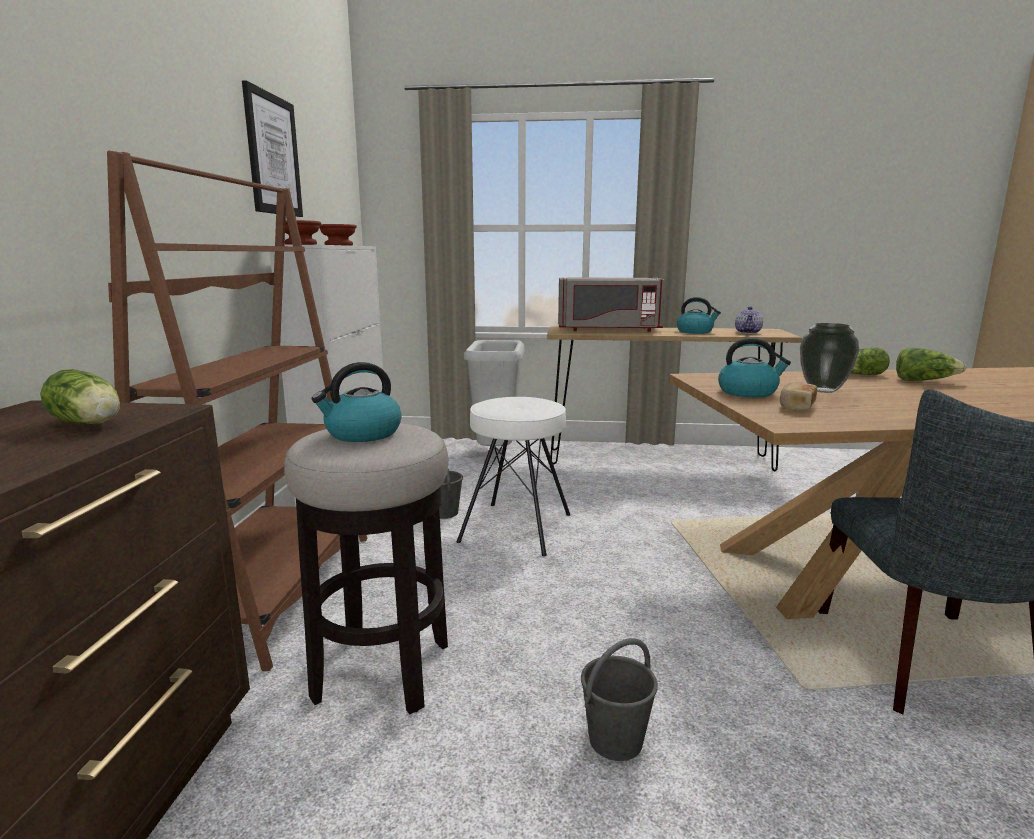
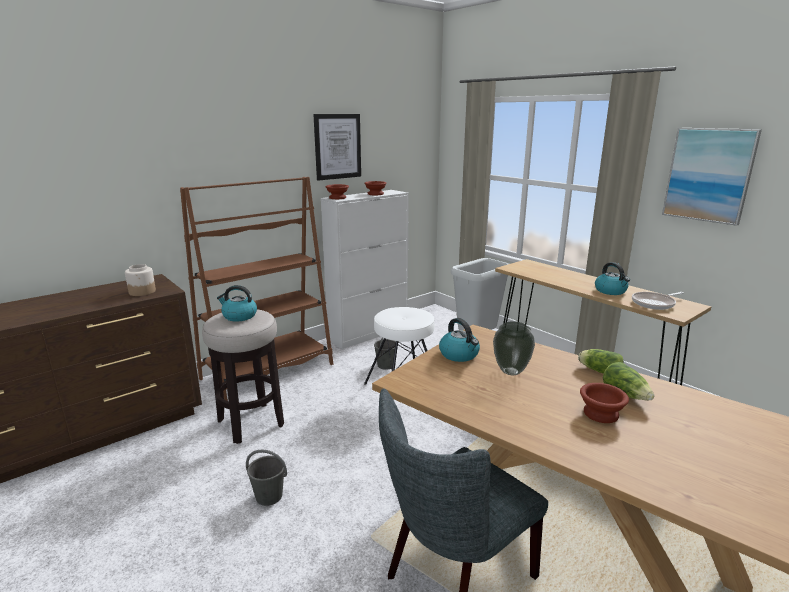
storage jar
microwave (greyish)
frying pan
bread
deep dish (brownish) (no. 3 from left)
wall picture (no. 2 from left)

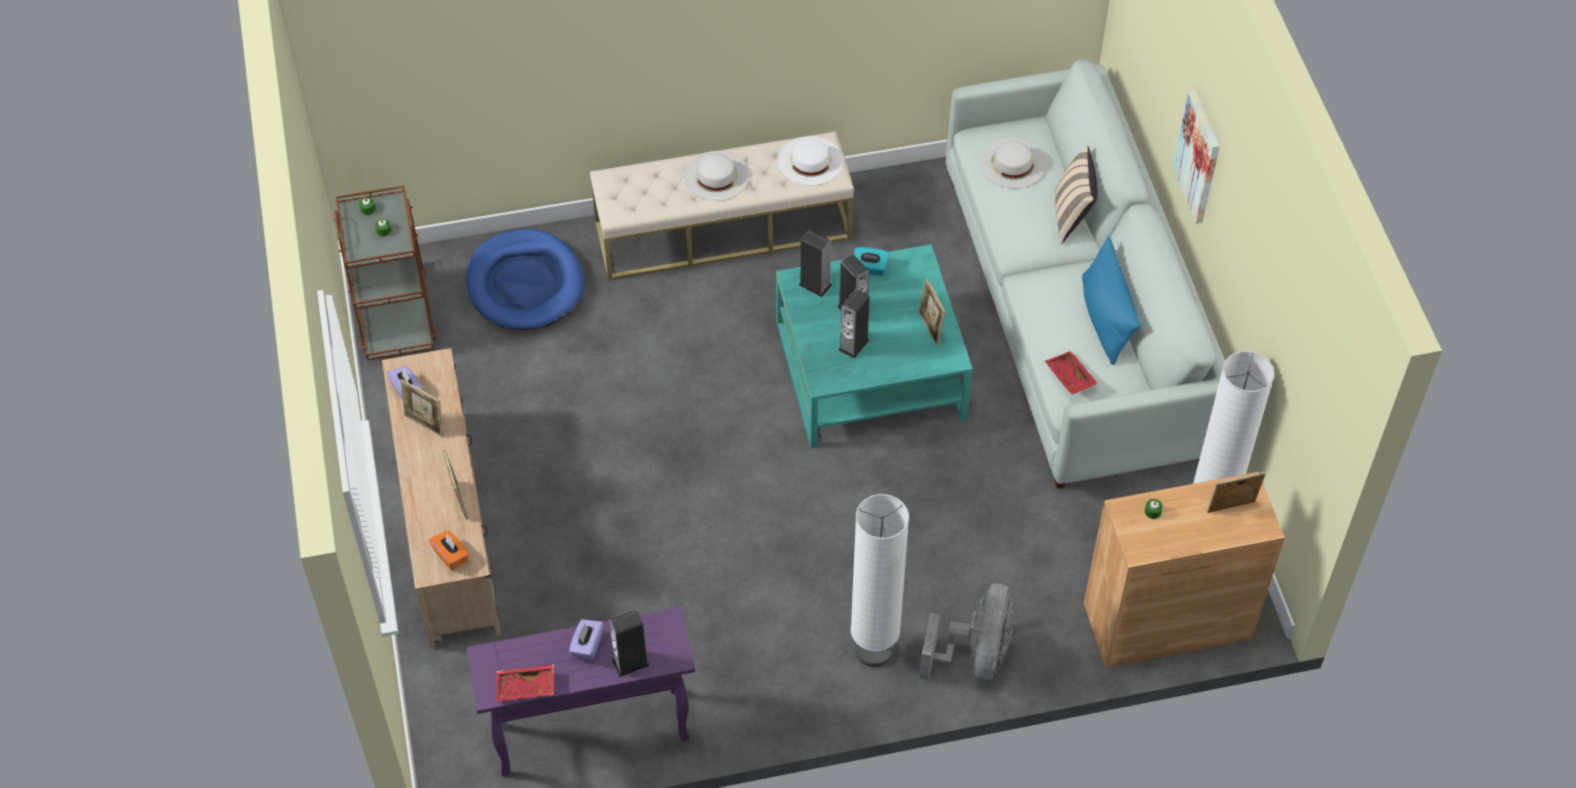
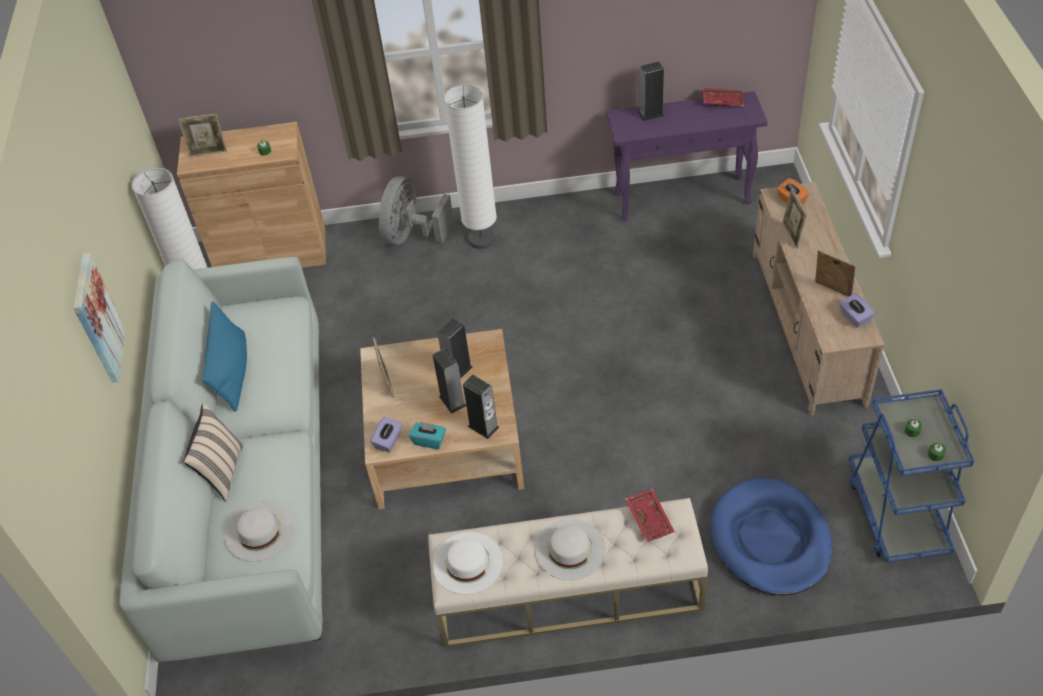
cart (blue)
box of tissues (purple) (no. 1 from left)
low table (beige-coloured)
carrying tray (red-coloured) (no. 1 from left)

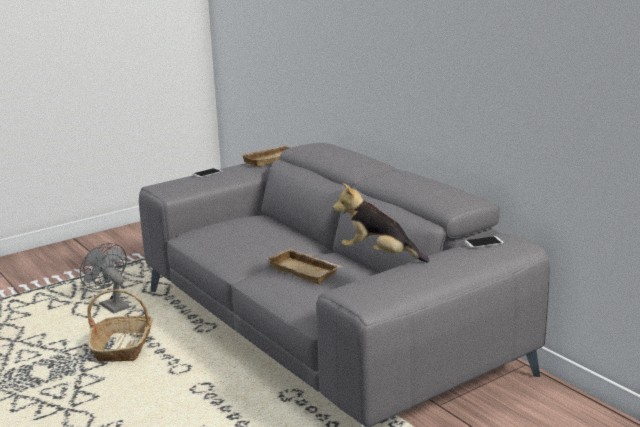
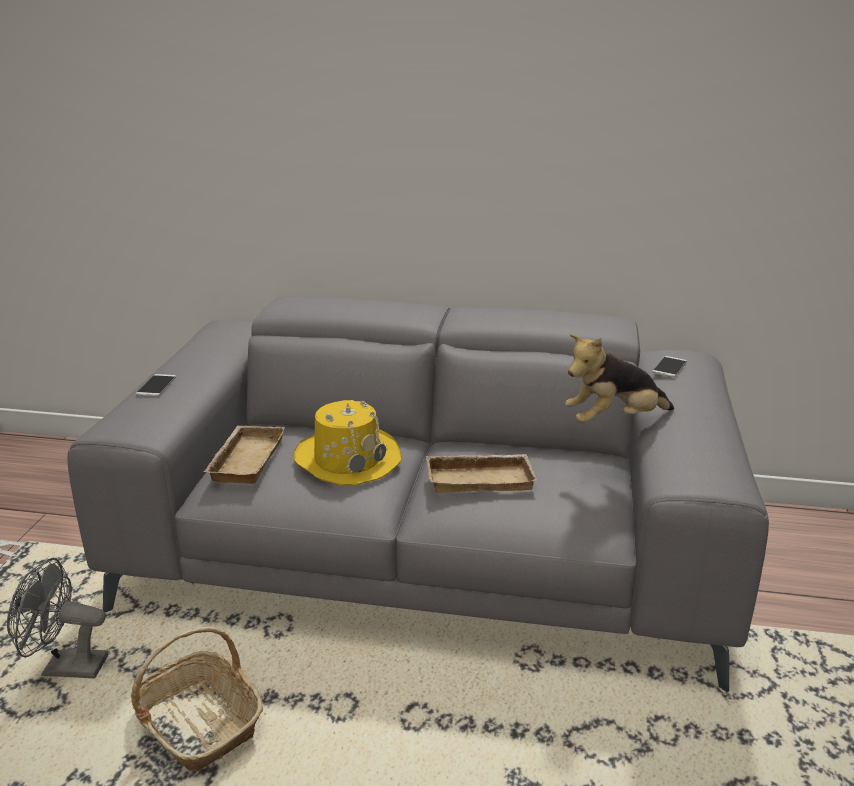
carrying tray (beige-coloured) (no. 1 from left)
hat (yellowish)

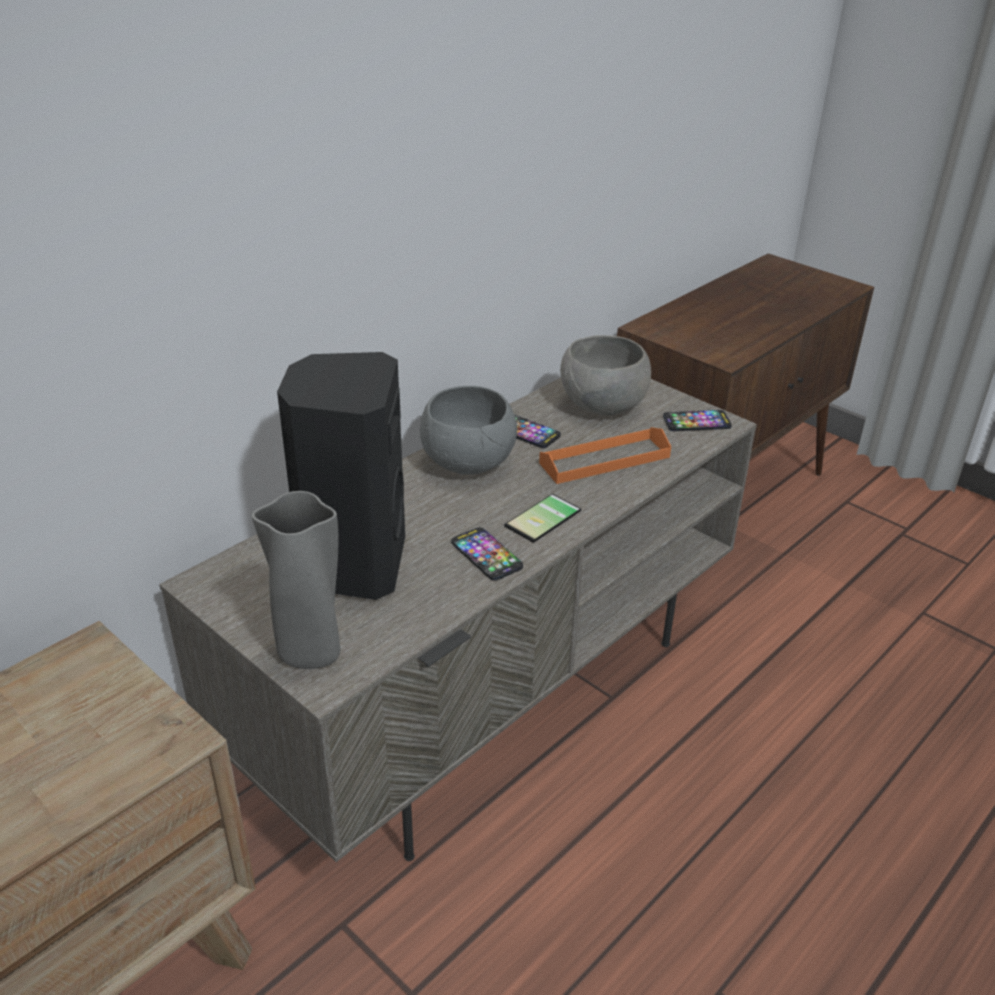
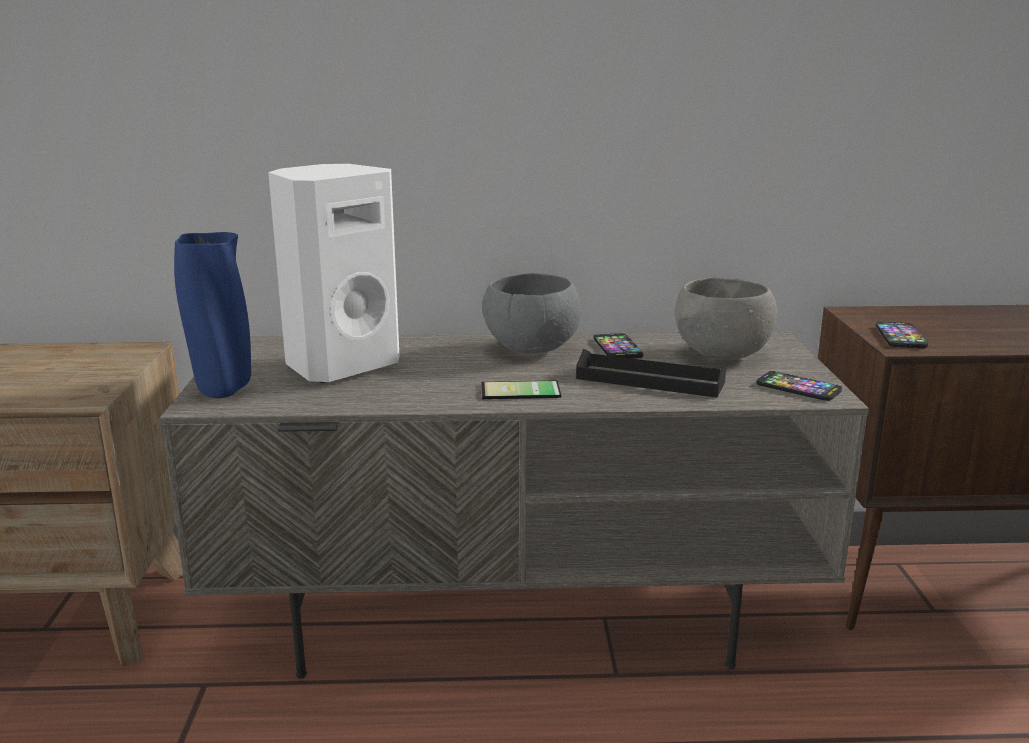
decorative vase (blue)
audio speaker (whitish)
telephone (no. 4 from left)
carrying tray (black-coloured)

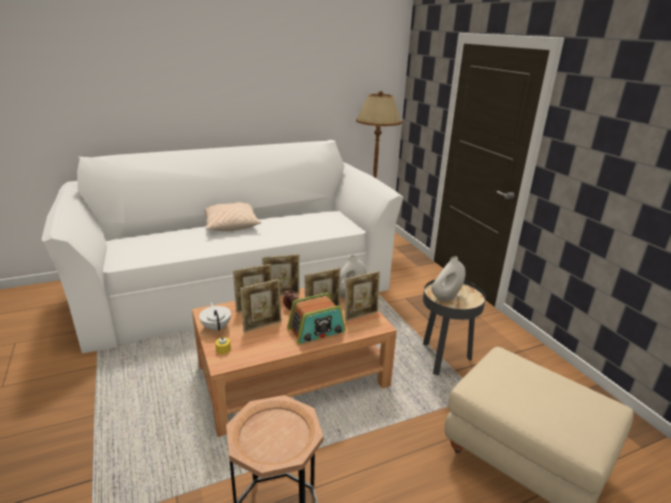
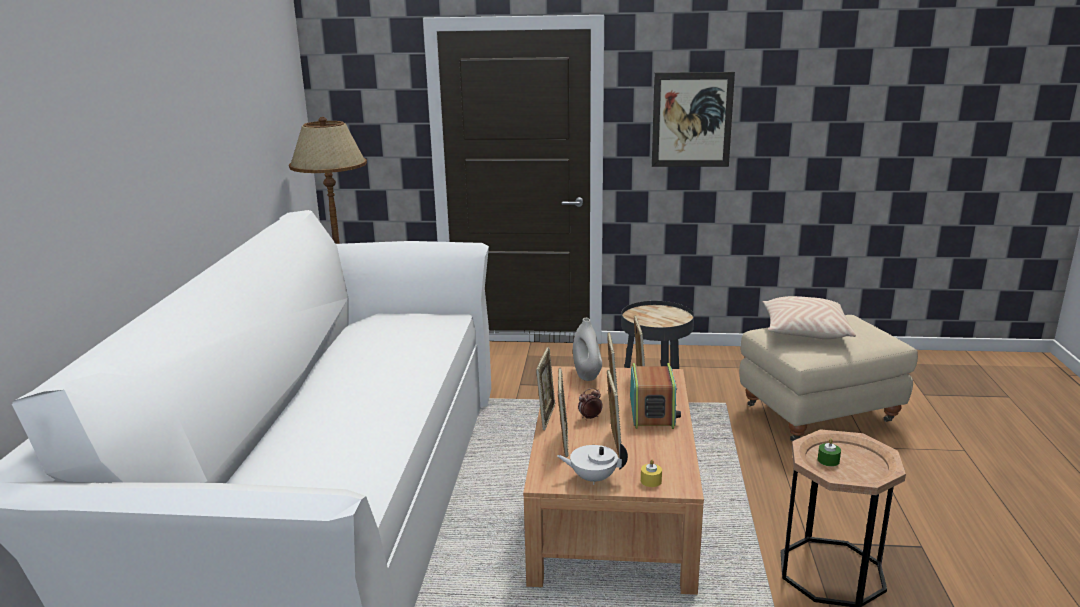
cushion (beige-coloured)
decorative vase (whitish) (no. 2 from left in the first image)
wall picture
wax light (green)

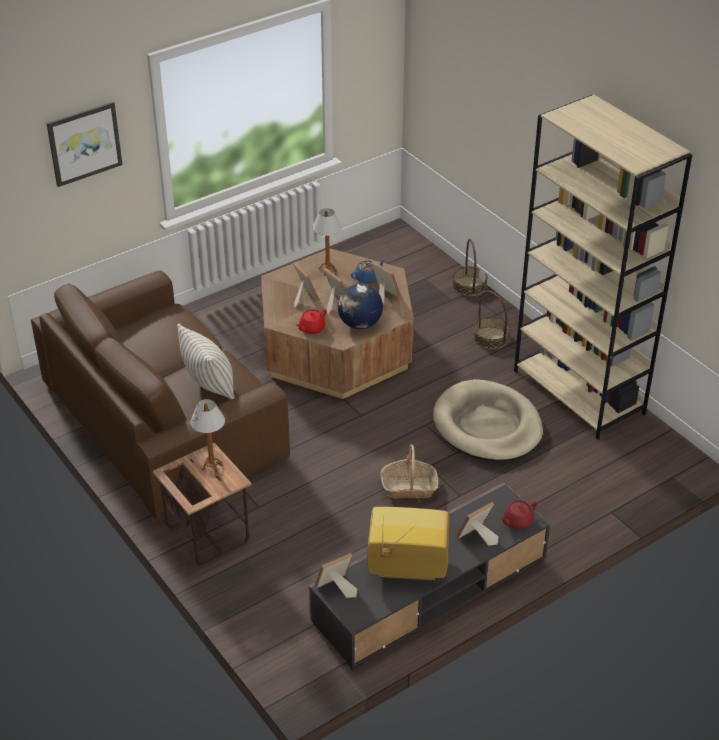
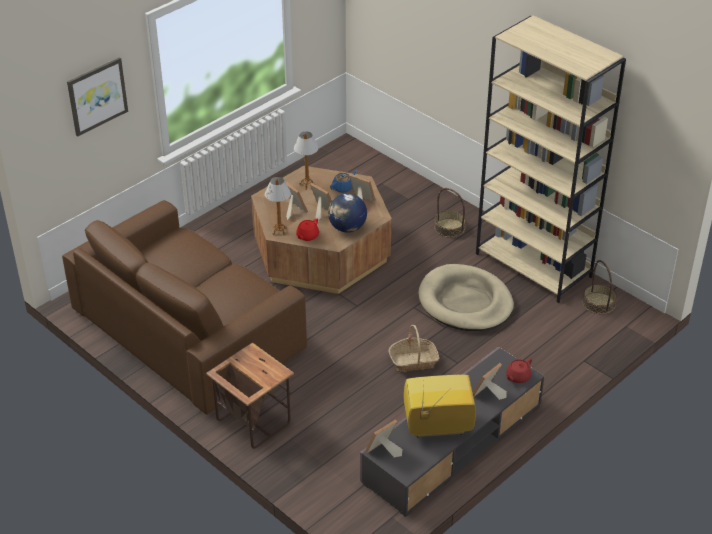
cushion
lamp for a table (no. 1 from left)
basket (no. 3 from left)

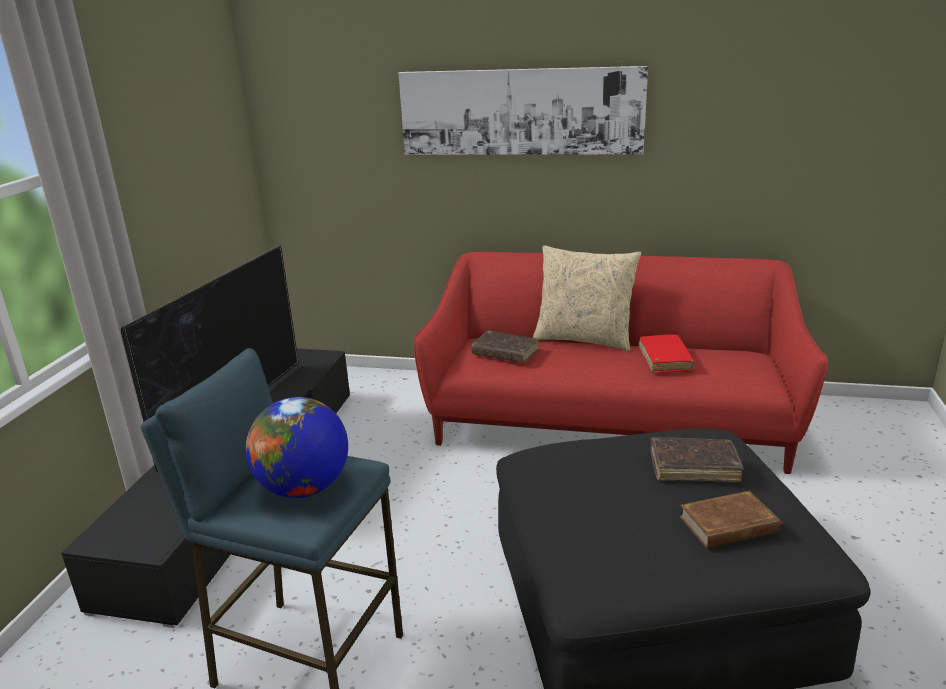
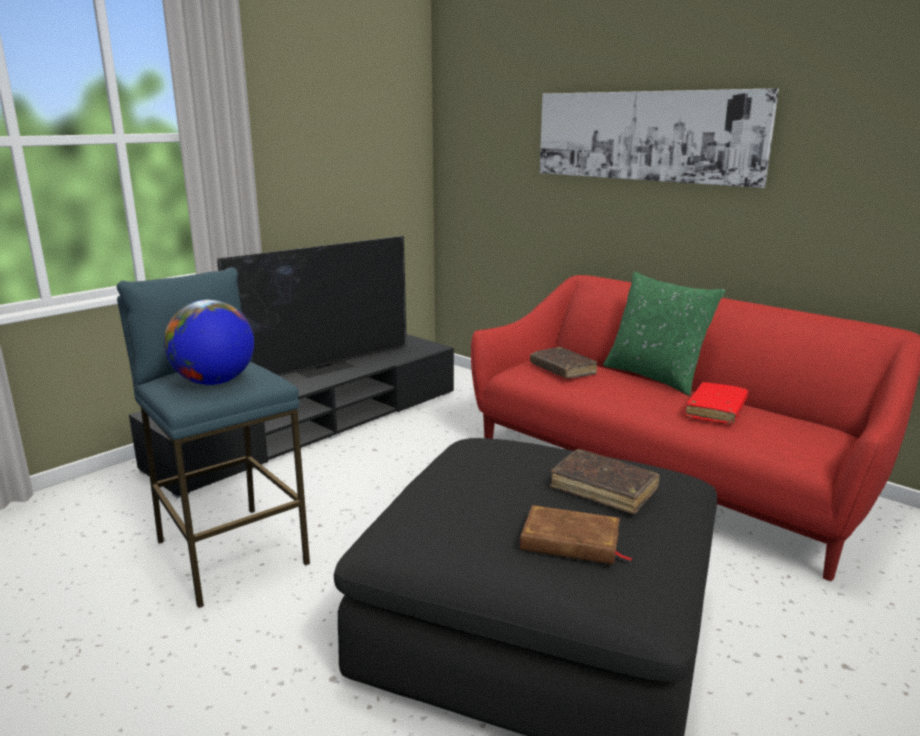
cushion (green)

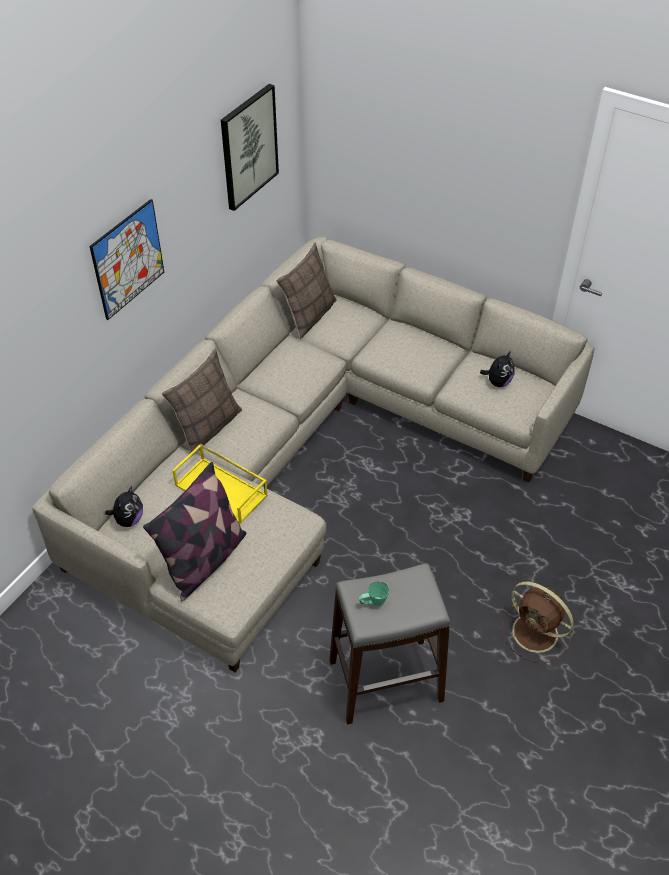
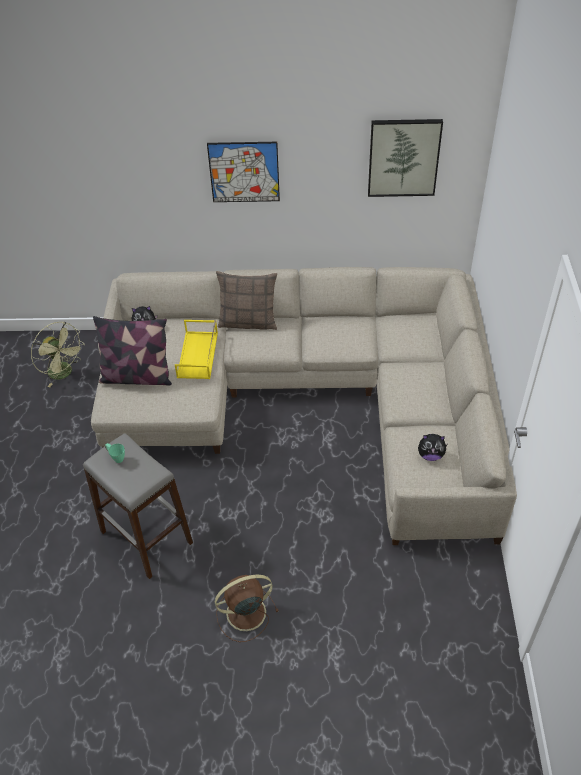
cushion (no. 3 from left in the first image)
fan (brownish)
fan (green)

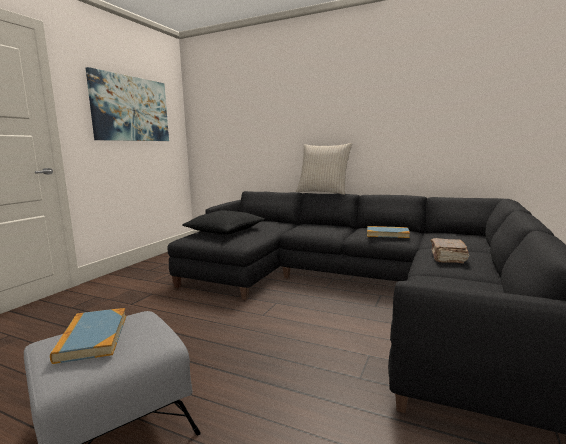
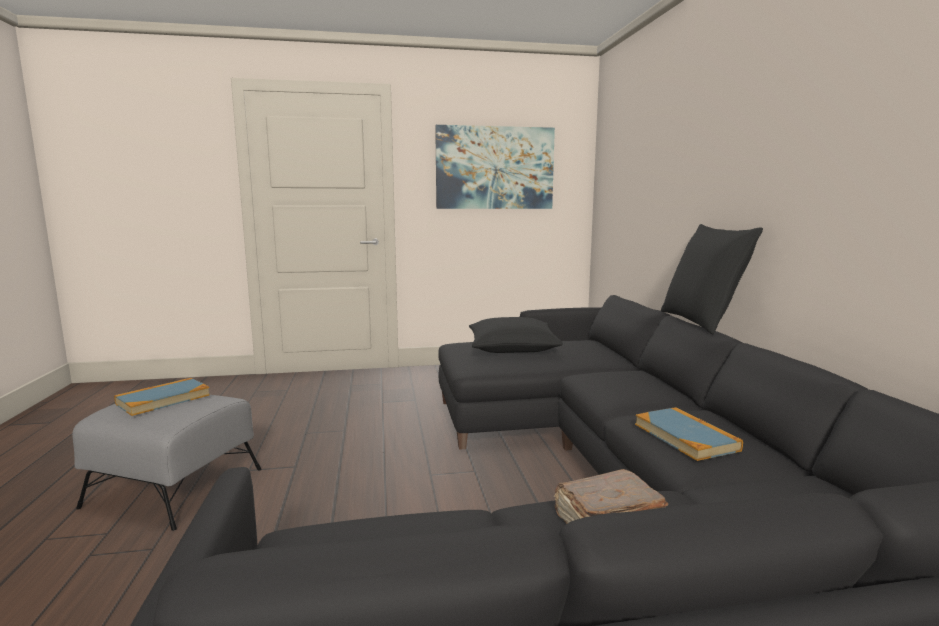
cushion (black-coloured) (no. 2 from left)

